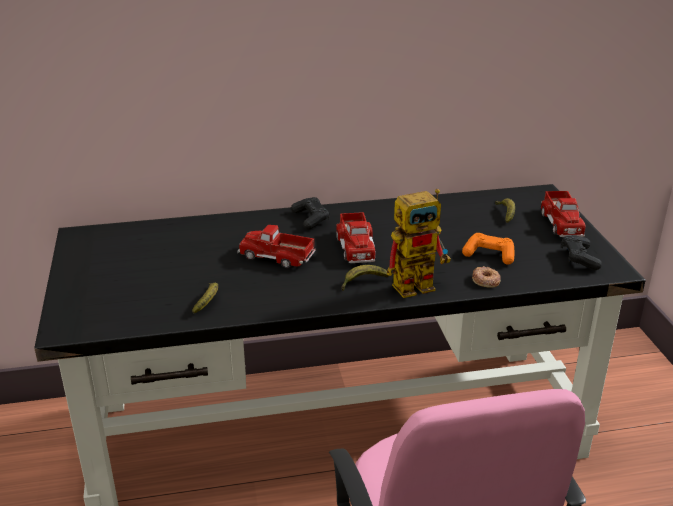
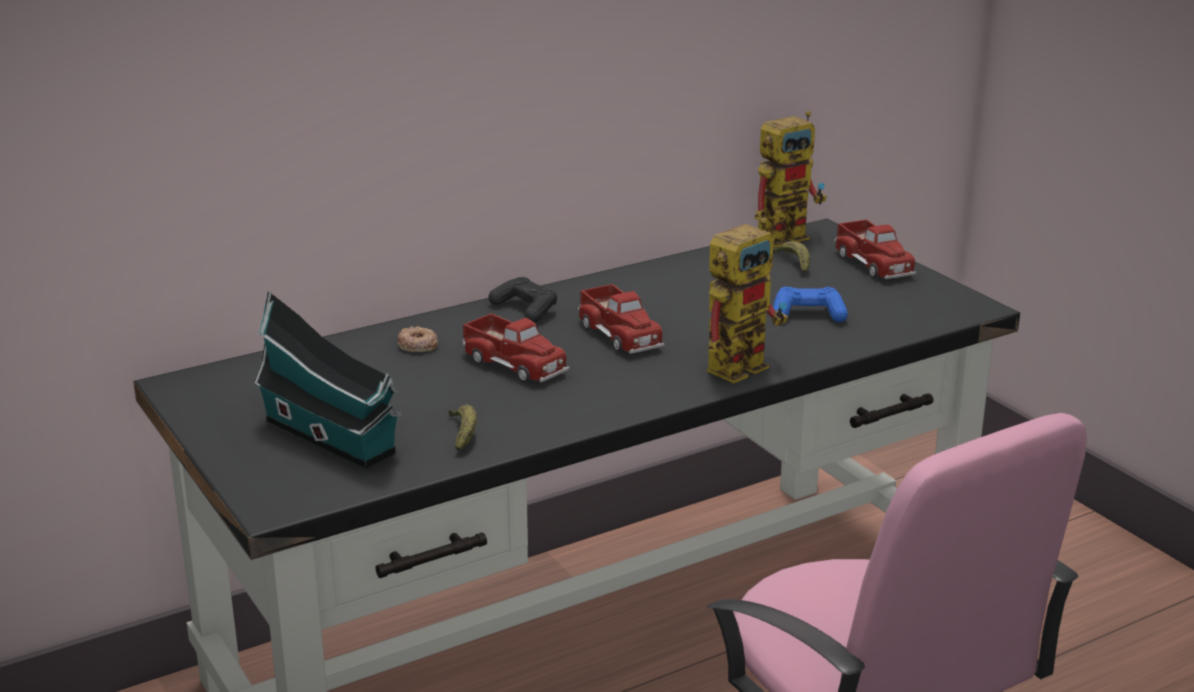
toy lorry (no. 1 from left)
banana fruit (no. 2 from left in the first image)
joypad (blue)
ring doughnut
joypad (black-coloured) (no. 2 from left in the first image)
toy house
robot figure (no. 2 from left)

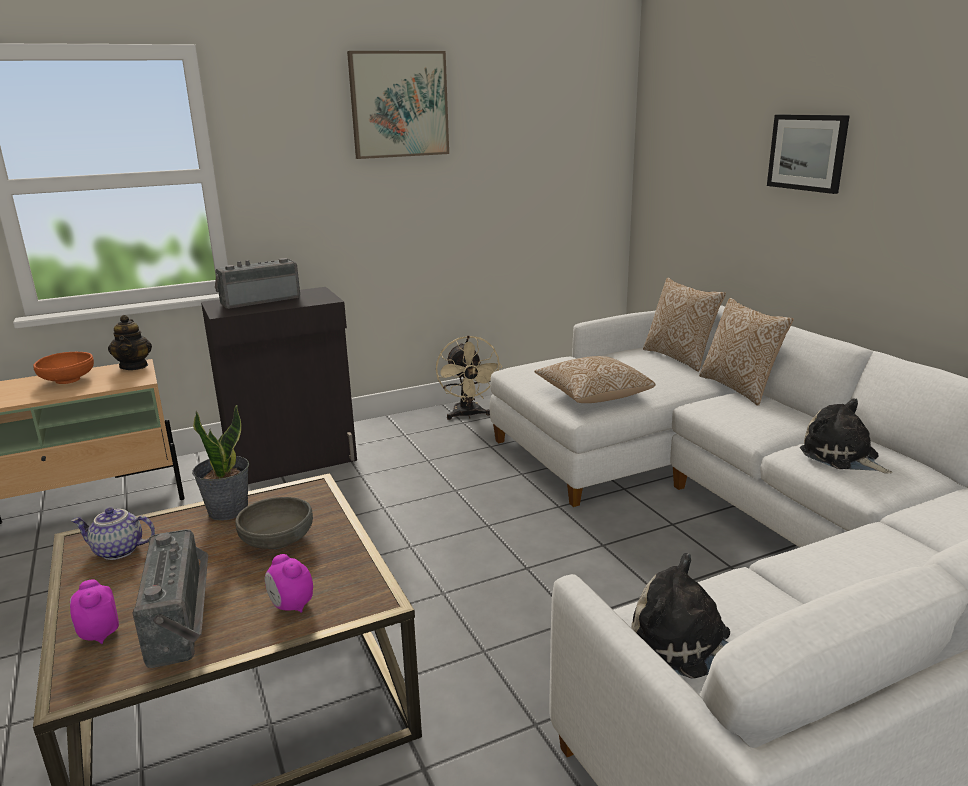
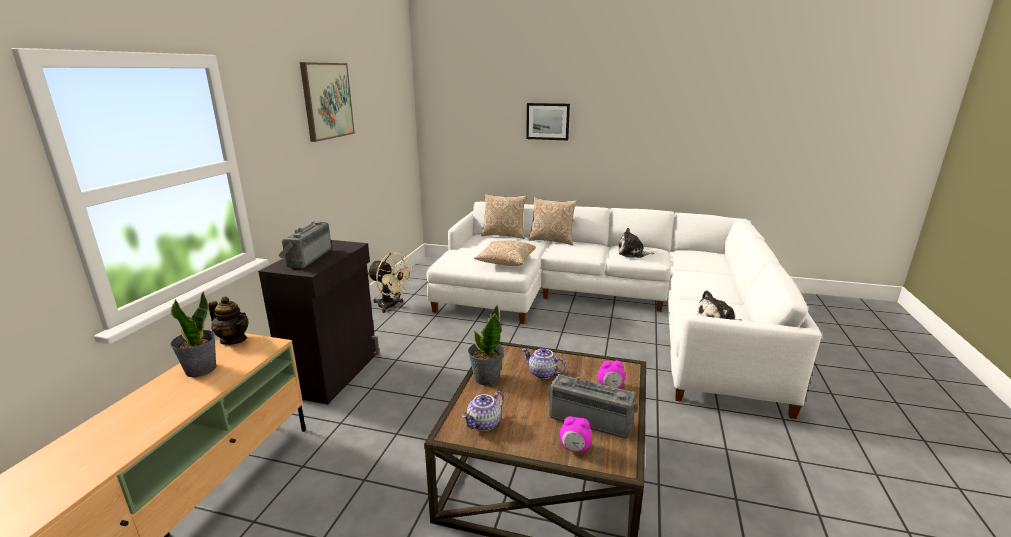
potted plant (no. 1 from left)
tea pot (no. 3 from left)

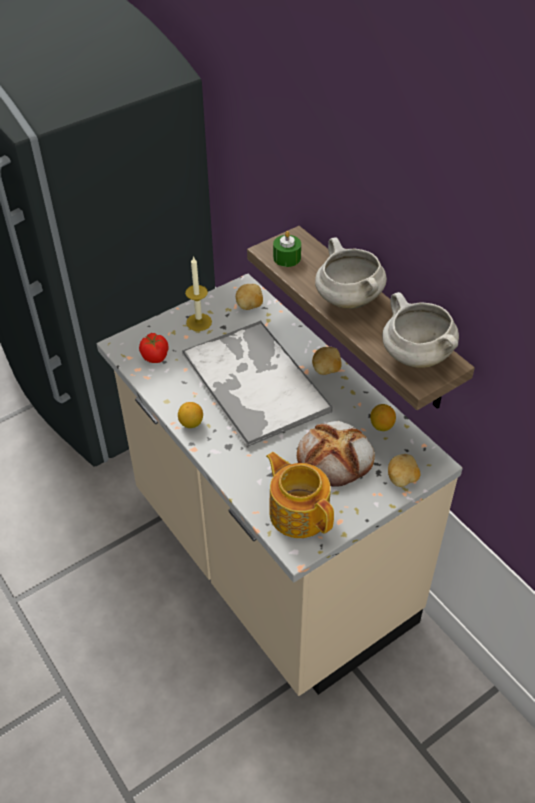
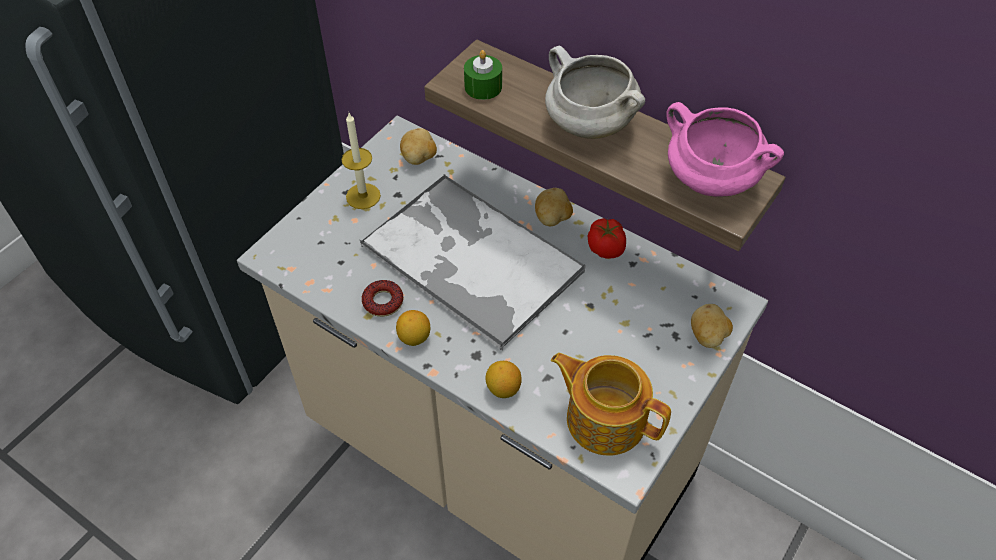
tomato
bread
lemon (no. 2 from left)
cooking pot (pinkish)
ring doughnut

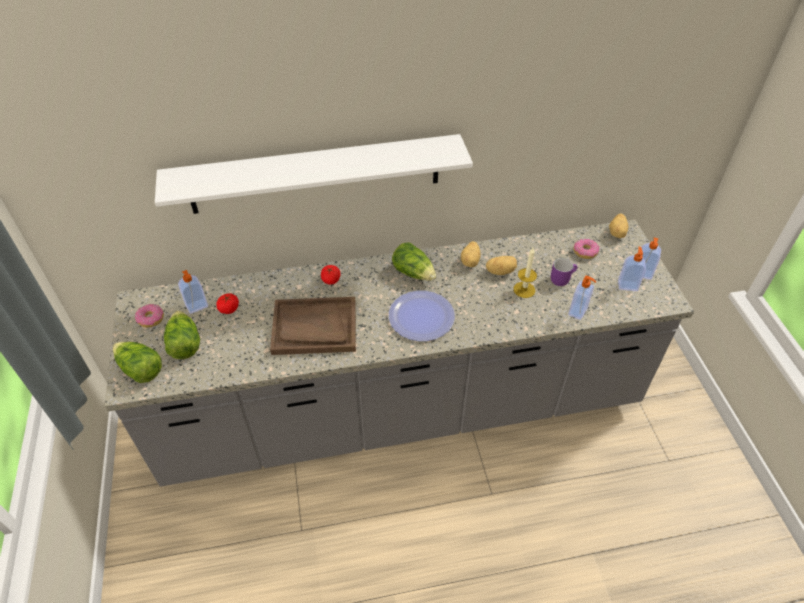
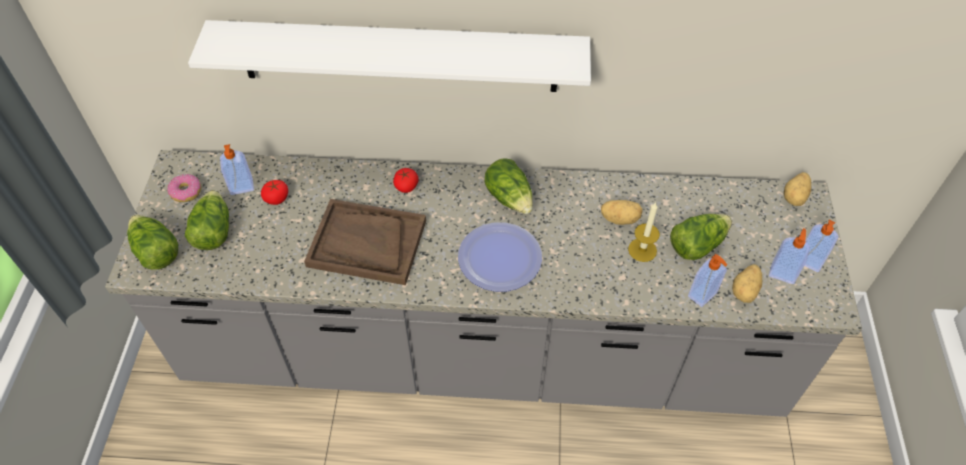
whole potato (no. 2 from left)
lettuce head (no. 4 from left)
ring doughnut (no. 2 from left in the first image)

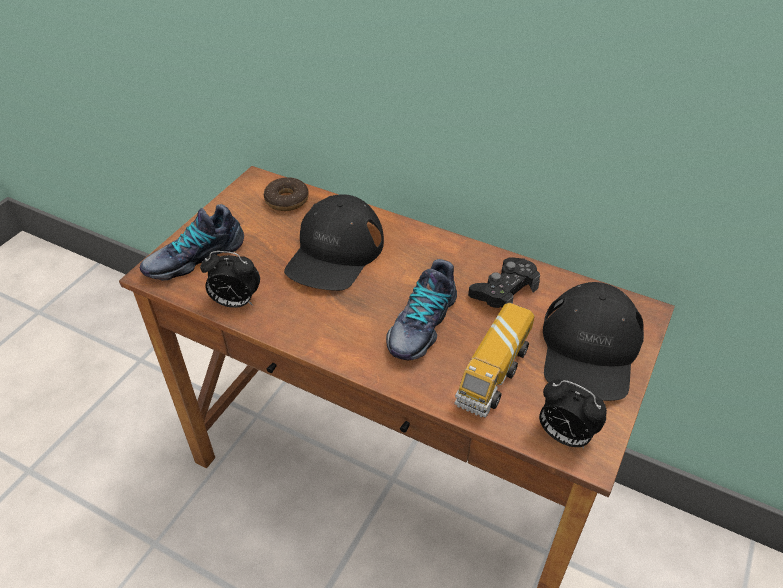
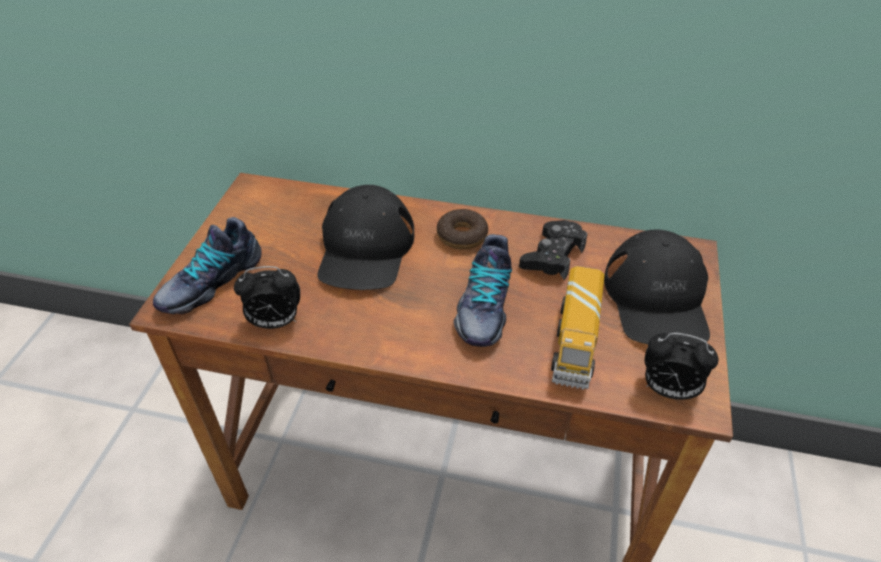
ring doughnut

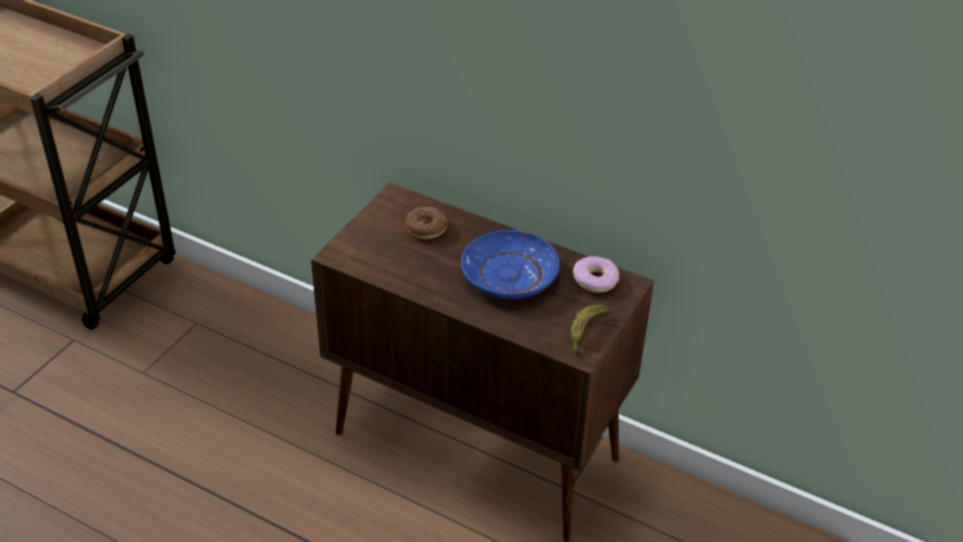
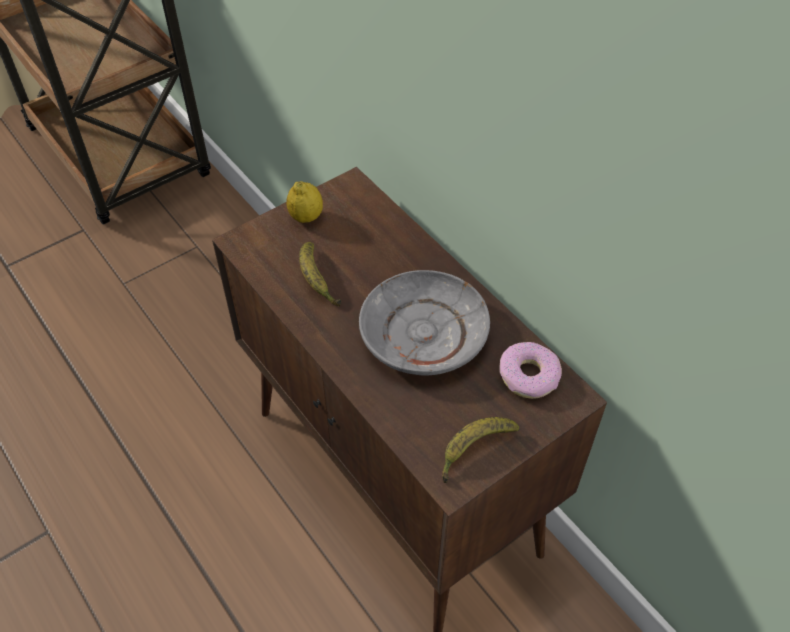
ring doughnut (no. 1 from left in the first image)
dinner plate (greyish)
lemon
banana fruit (no. 1 from left)

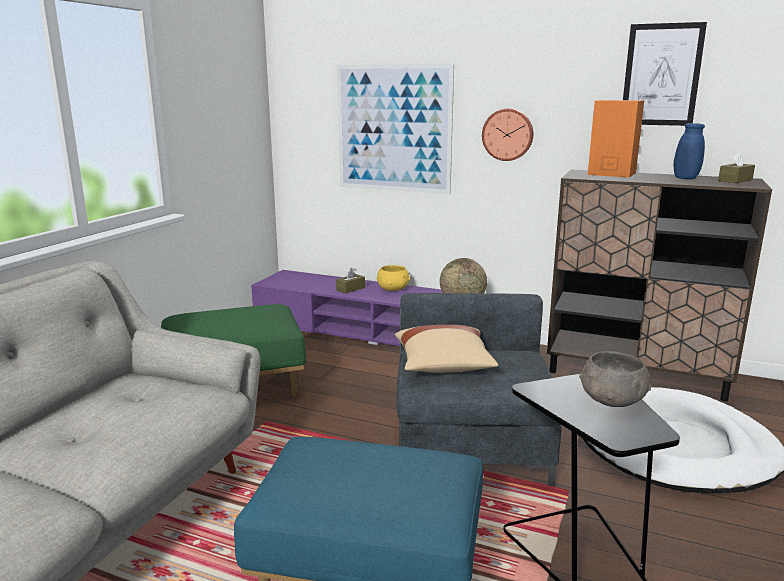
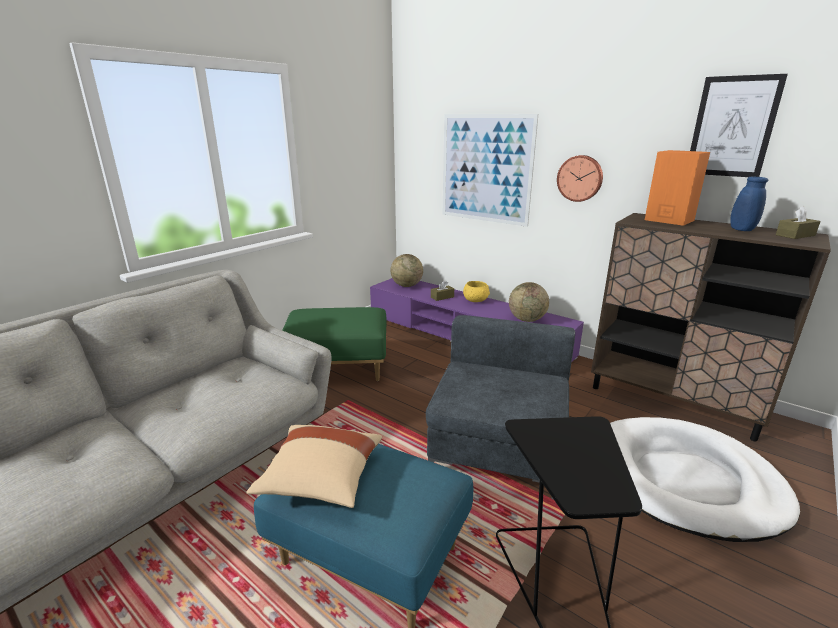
cushion (beige-coloured)
deep dish (greyish)
globe (no. 1 from left)

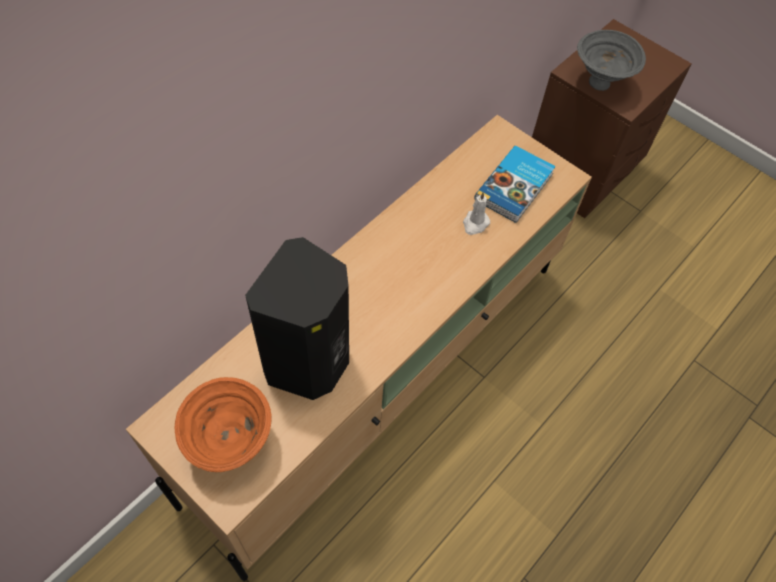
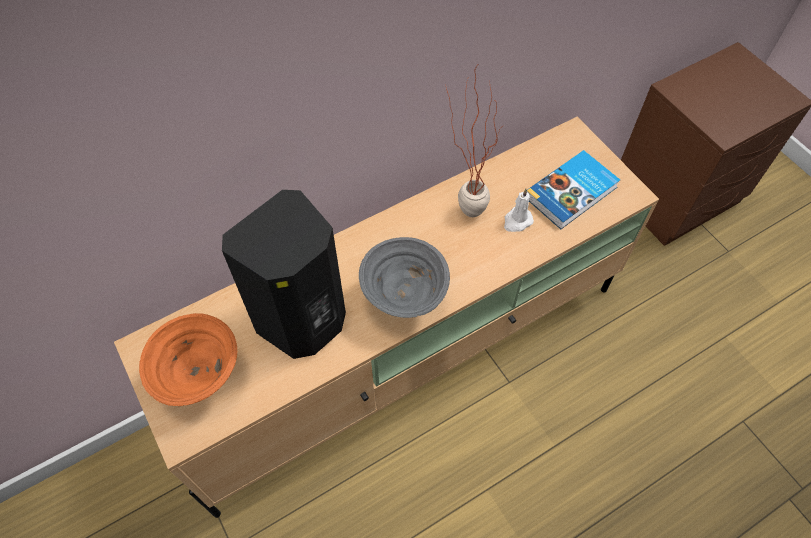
deep dish (greyish)
potted plant

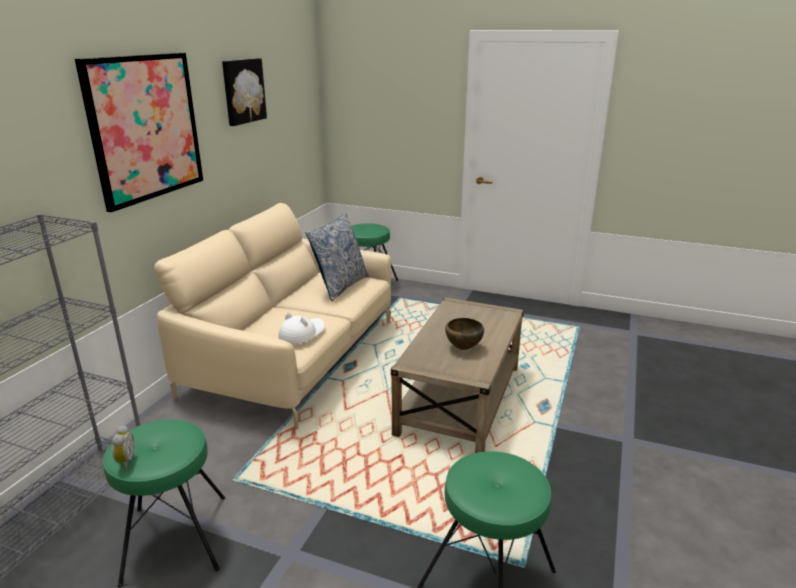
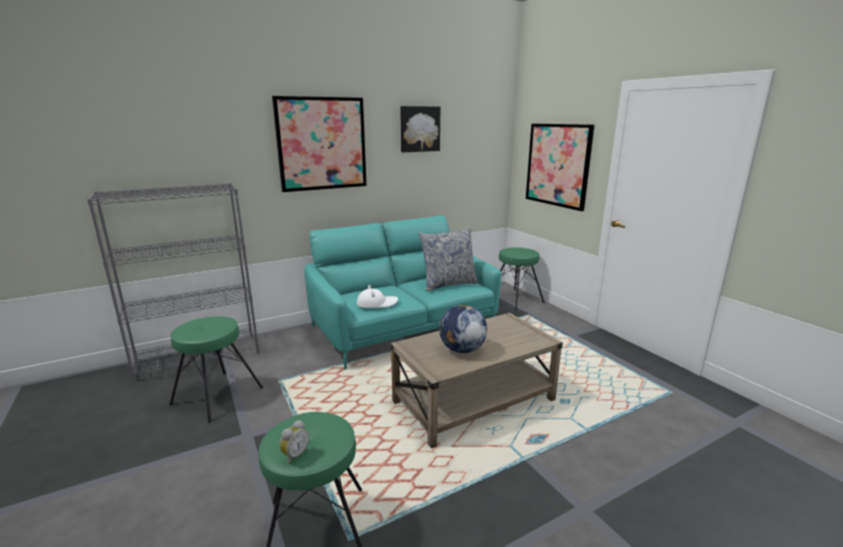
alarm clock
couch (blue-green)
globe
wall picture (no. 3 from left)

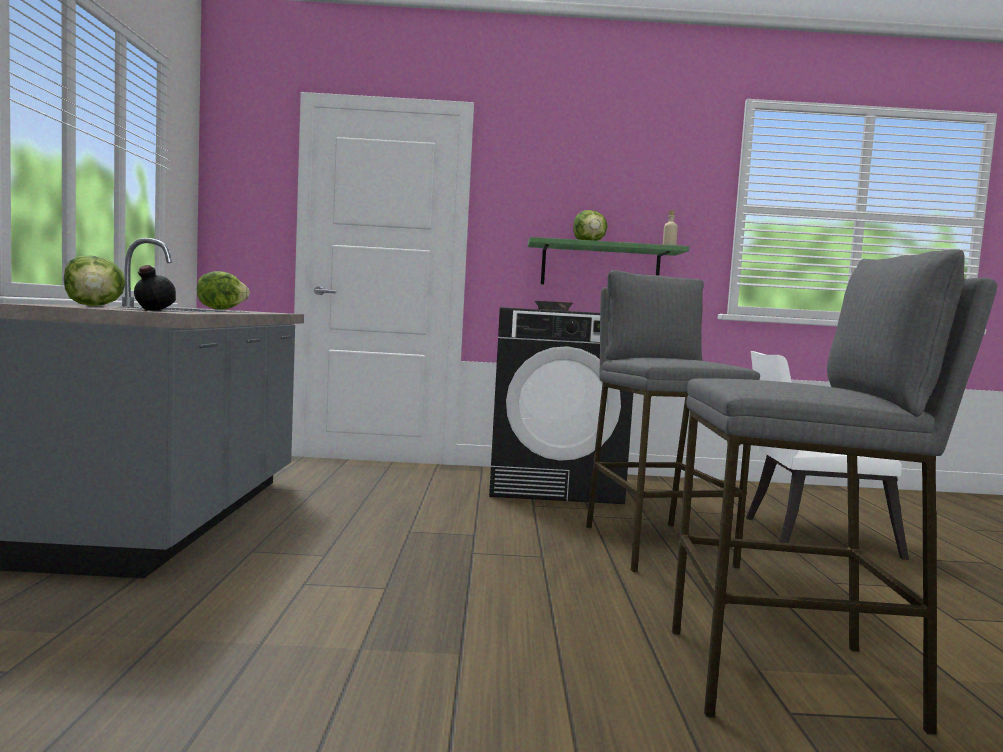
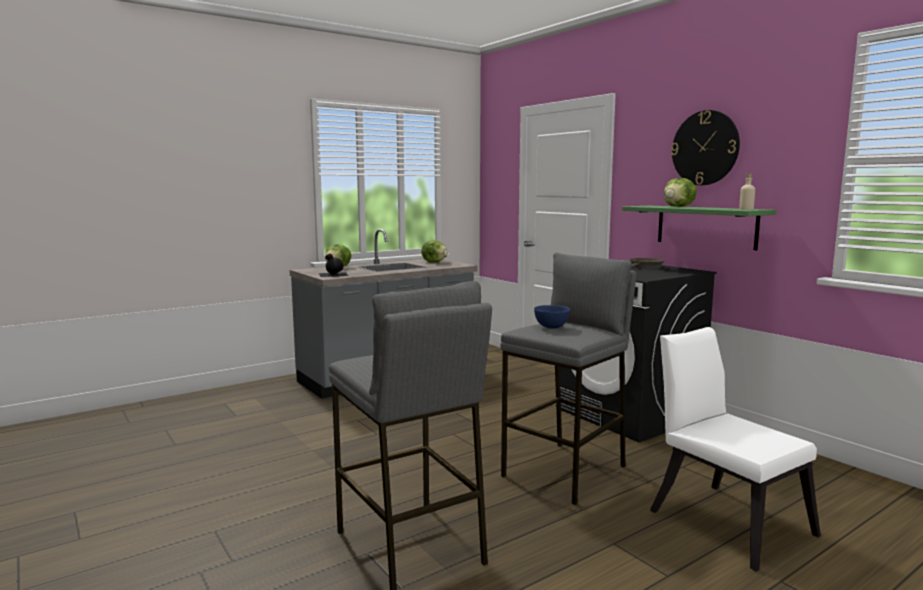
deep dish (blue)
hanging clock

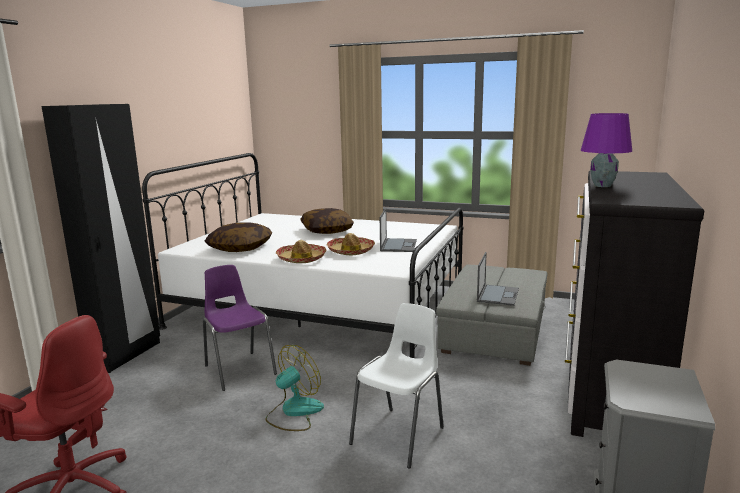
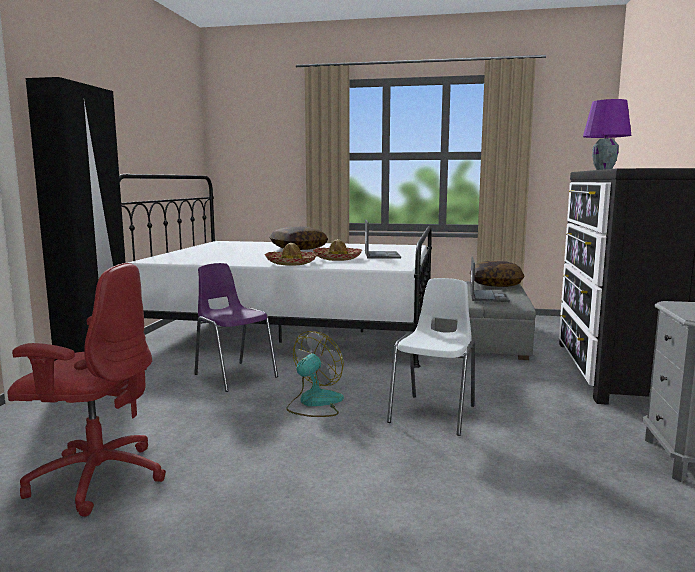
cushion (no. 2 from left)

